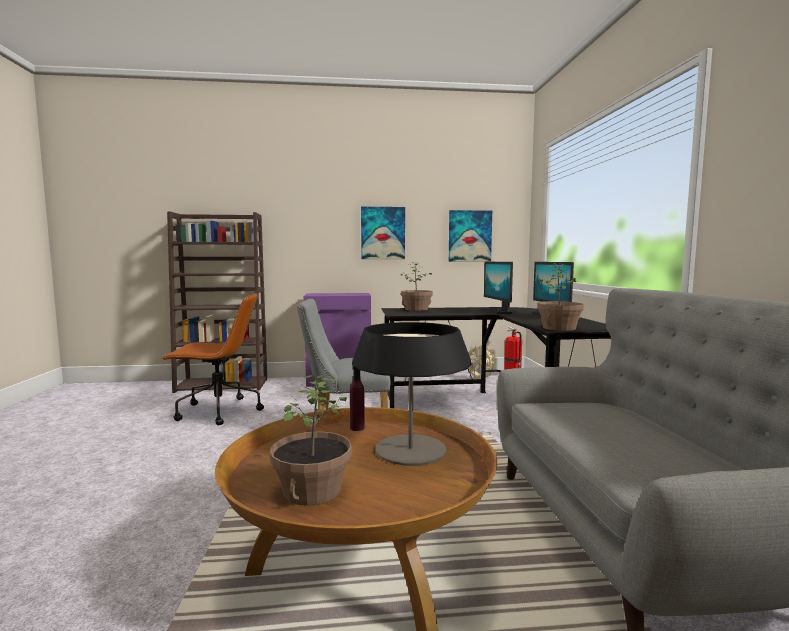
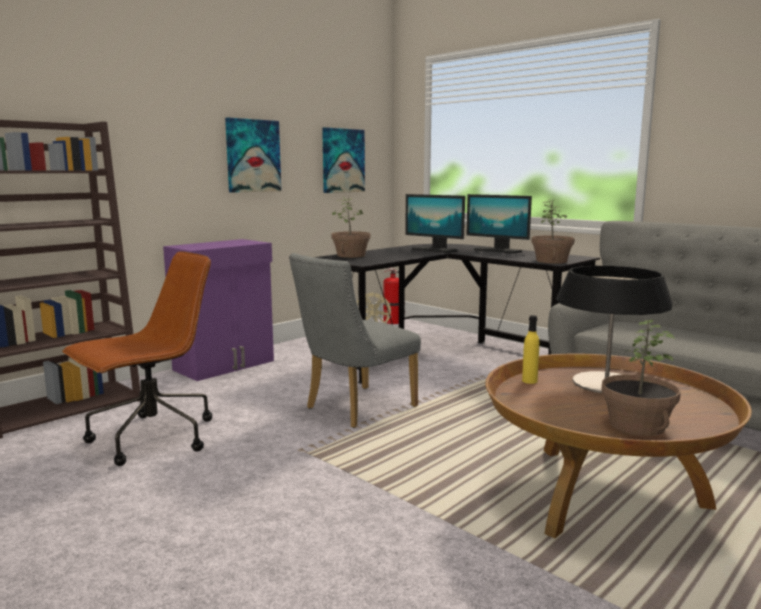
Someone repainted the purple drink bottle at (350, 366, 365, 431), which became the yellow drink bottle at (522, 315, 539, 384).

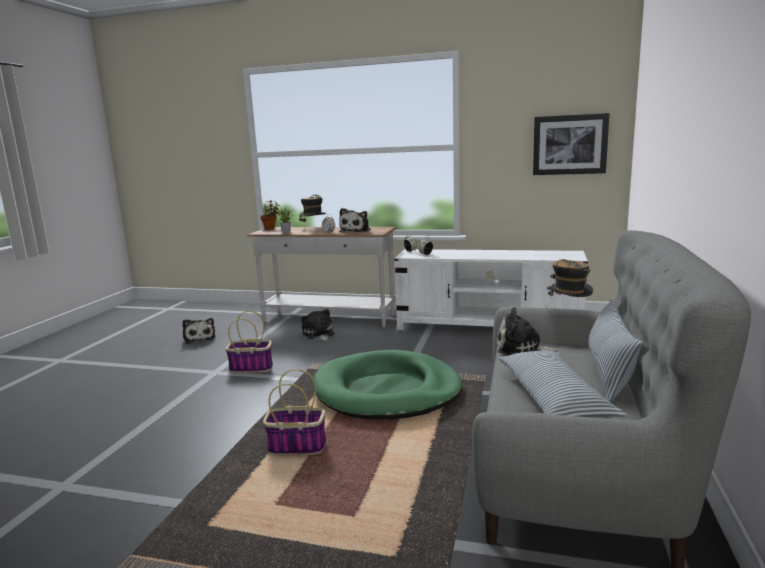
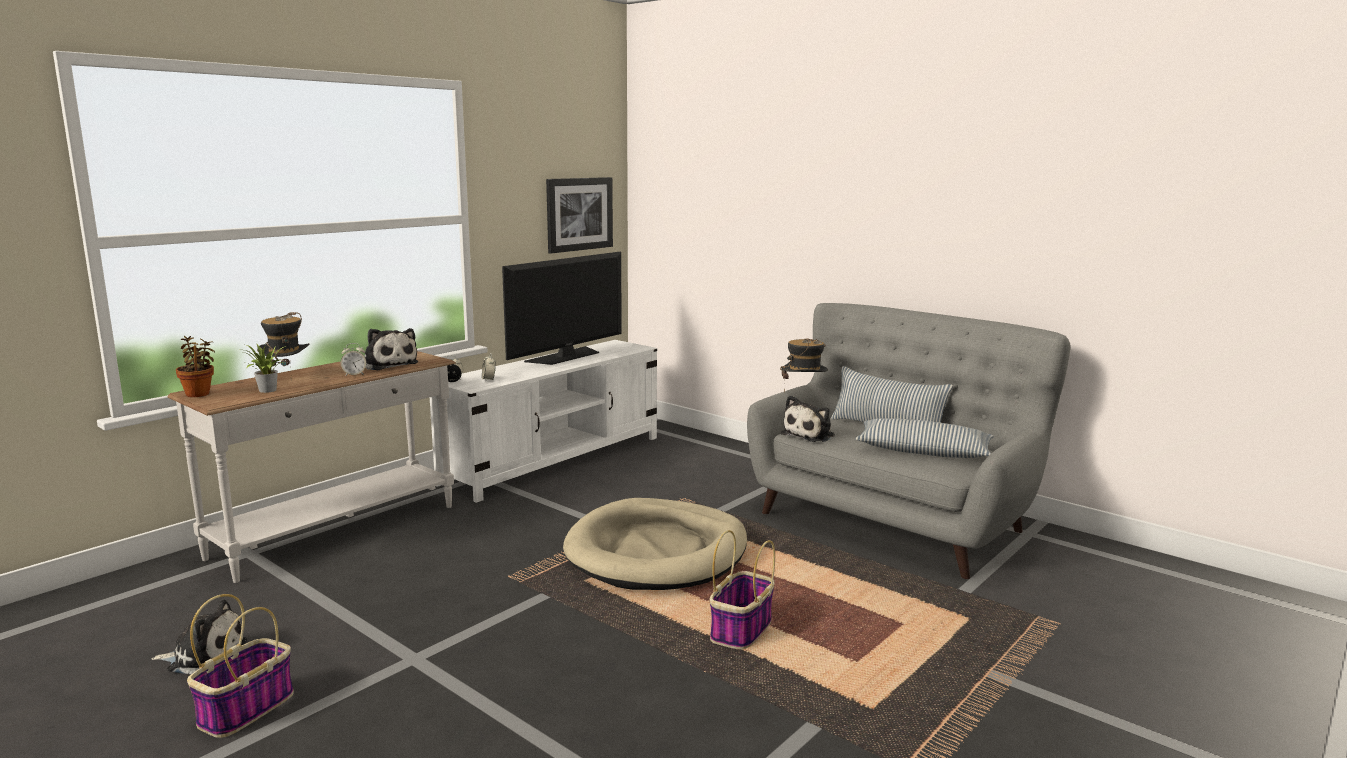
Someone took away the cuddly toy at (301, 309, 334, 342). Someone put down the TV at (502, 252, 622, 365). Someone carried the basket from (225, 311, 273, 373) to (187, 594, 294, 738). Someone repainted the green dog bed at (313, 350, 462, 419), which became the beige dog bed at (563, 498, 747, 590).

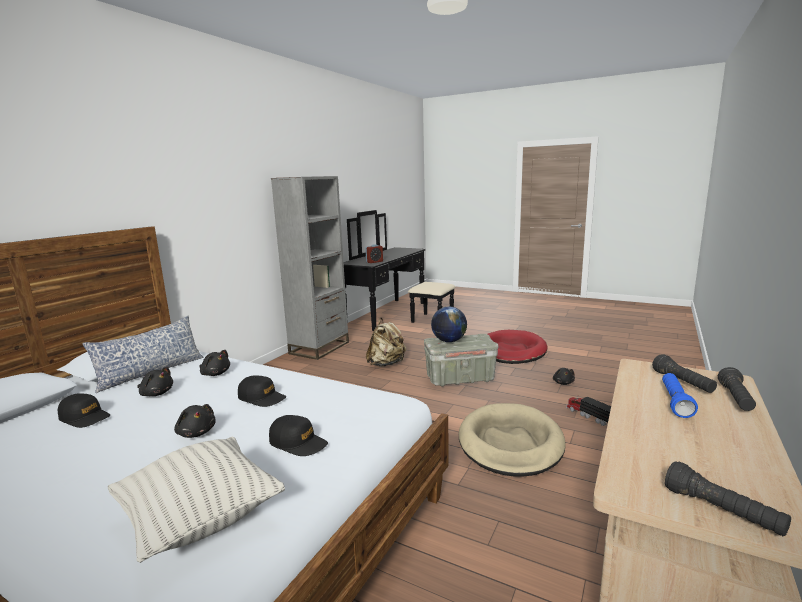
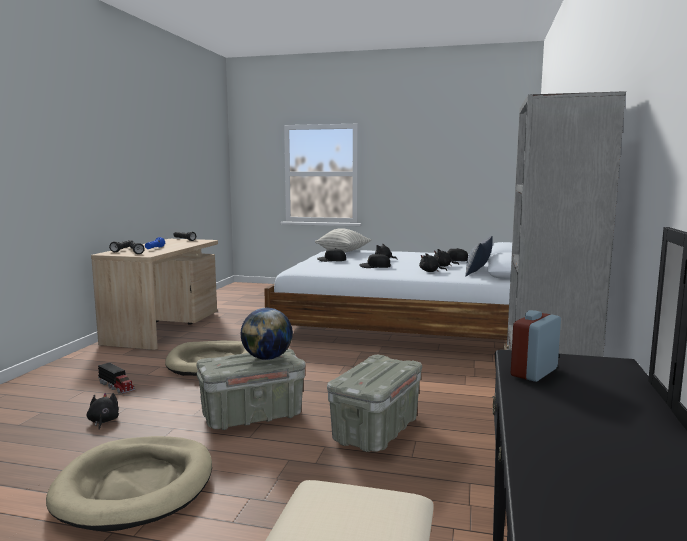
Someone swapped the beige rucksack at (366, 318, 406, 367) for the greyish storage bin at (327, 355, 422, 452). Someone repainted the red dog bed at (488, 330, 548, 364), which became the beige dog bed at (46, 436, 212, 532).

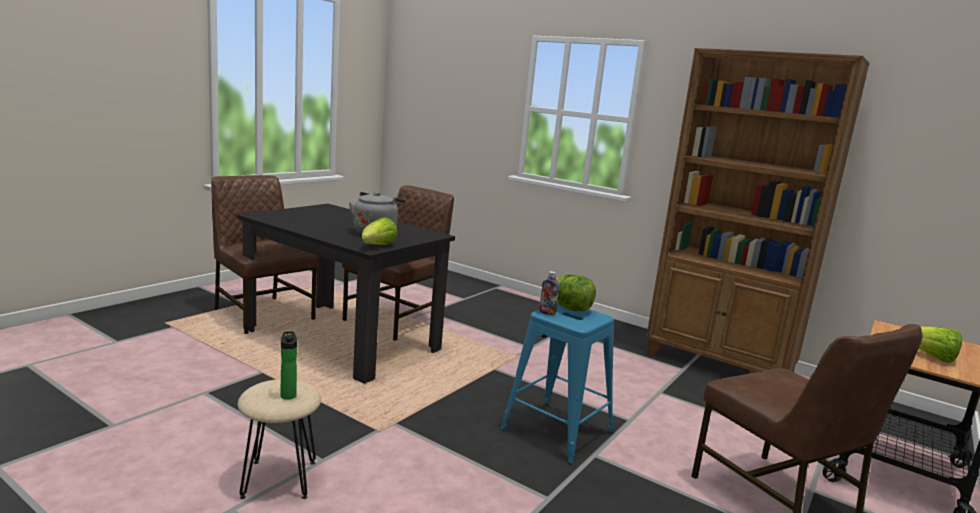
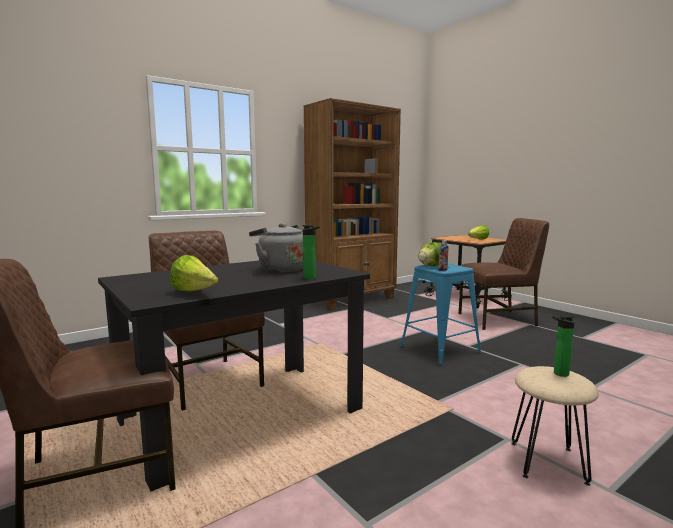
Someone put down the drink bottle at (302, 225, 320, 280). Someone carried the lettuce head from (362, 217, 397, 245) to (170, 255, 218, 292).

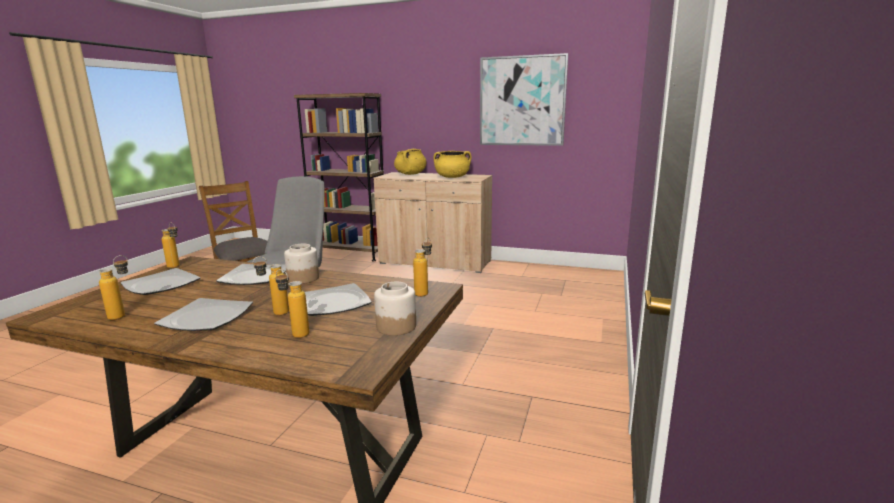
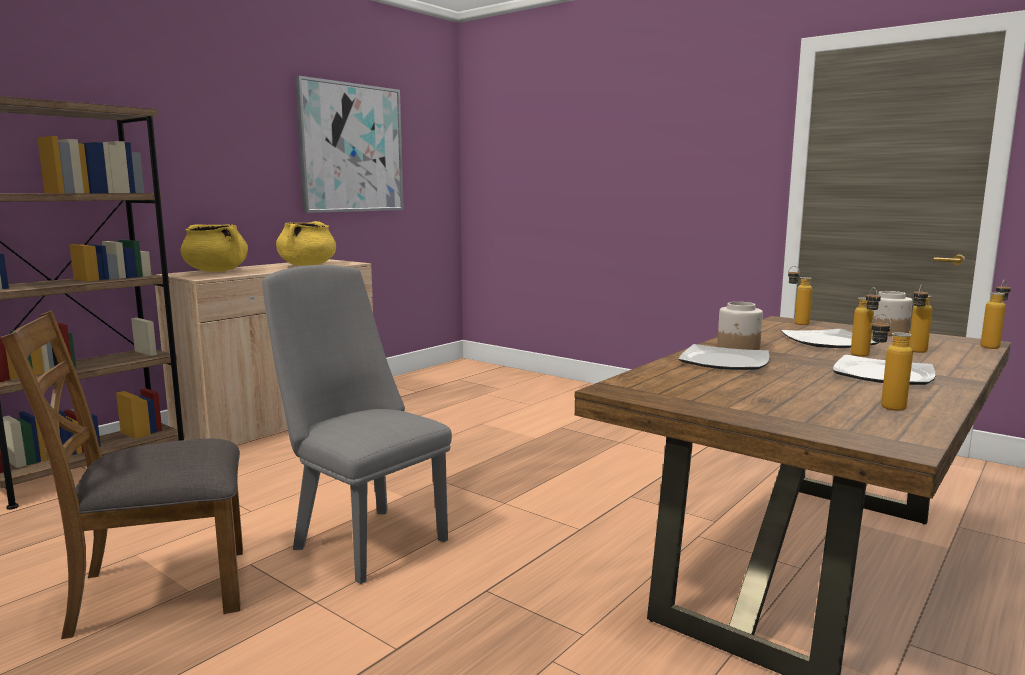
Someone took away the flat dish at (120, 268, 201, 295). Someone carried the drink bottle from (162, 223, 180, 268) to (981, 280, 1011, 349).

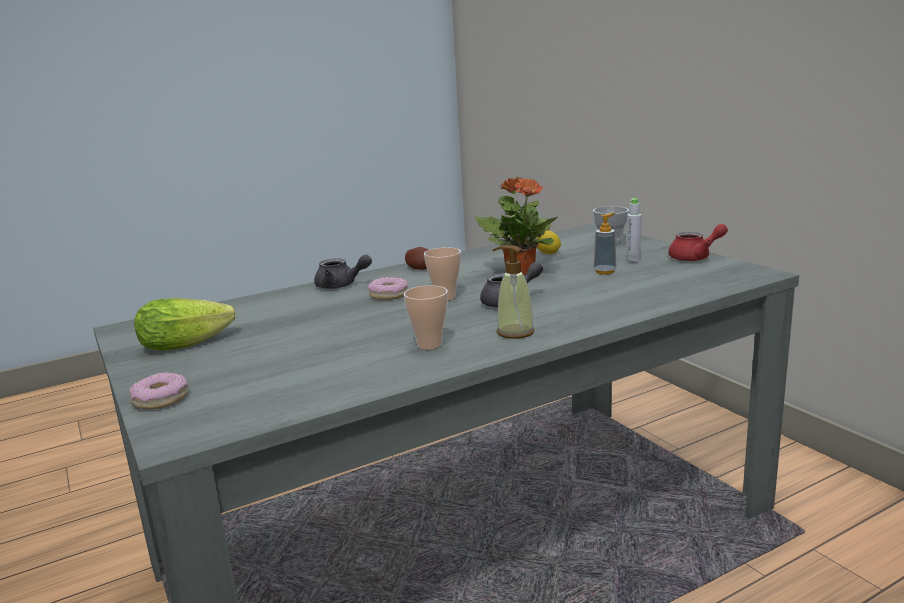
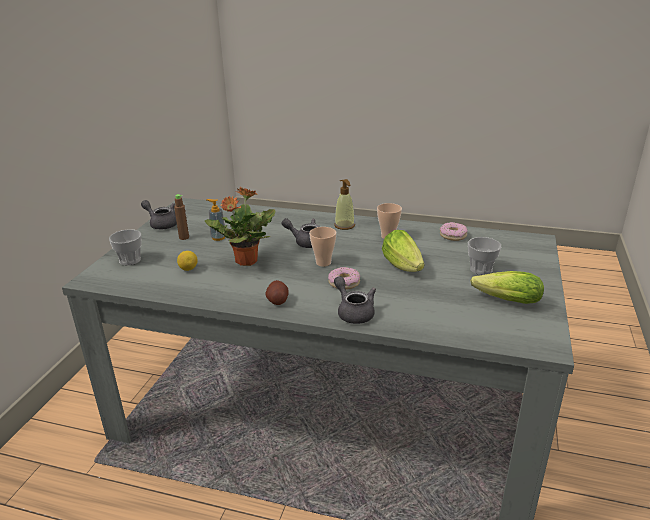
Someone put down the lettuce head at (382, 230, 425, 272). Someone put down the cup at (468, 237, 501, 275). Someone carried the doughnut from (129, 372, 188, 409) to (440, 222, 468, 241). Someone repainted the greyish drink bottle at (626, 198, 641, 263), which became the brownish drink bottle at (174, 194, 189, 240). Someone repainted the red teapot at (668, 224, 728, 261), which became the greyish teapot at (141, 200, 177, 229).

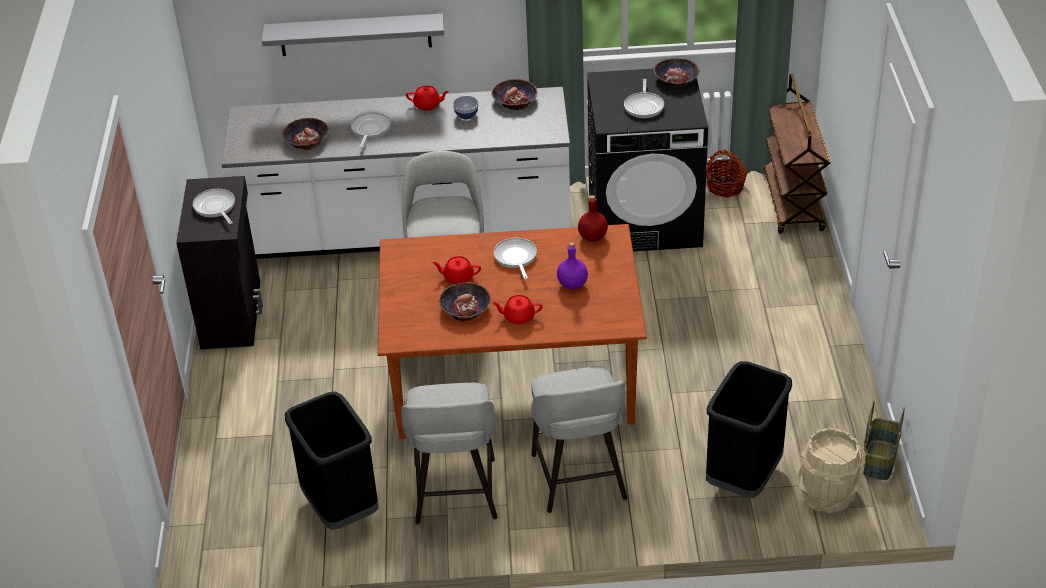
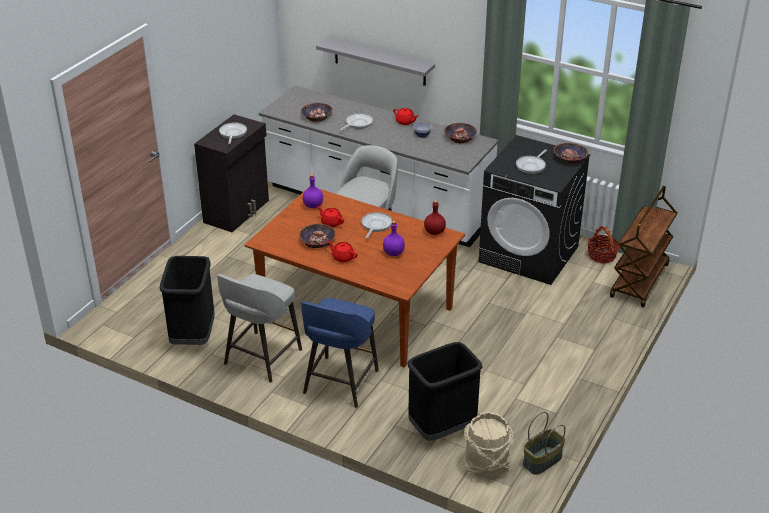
Someone put down the purple drink bottle at (303, 174, 323, 208). Someone repainted the greyish stool seat at (531, 366, 627, 513), which became the blue-coloured stool seat at (301, 298, 379, 408).

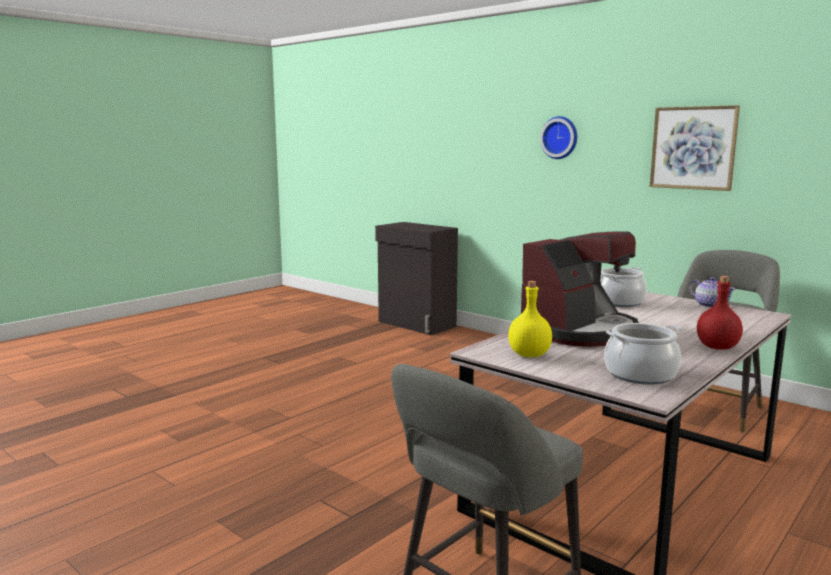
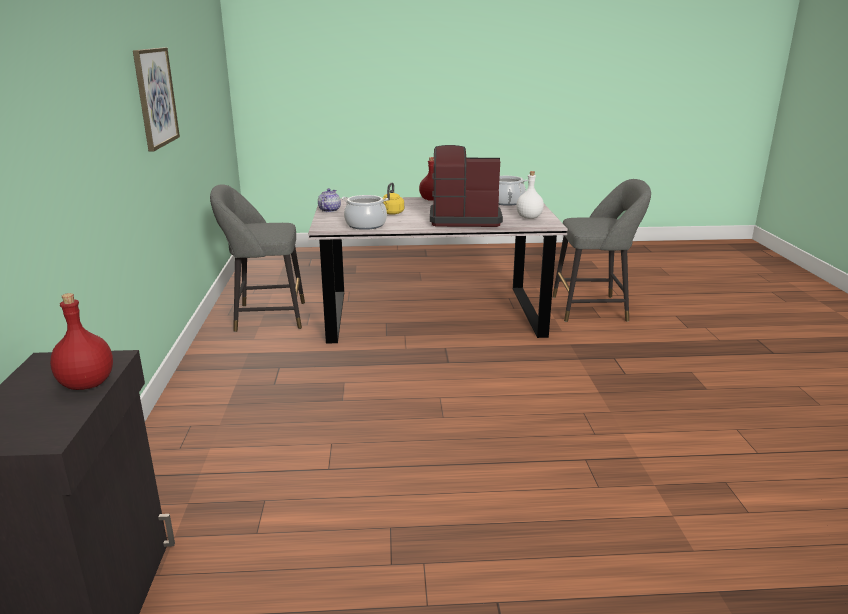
Someone took away the hanging clock at (540, 116, 577, 159). Someone put down the red drink bottle at (50, 293, 113, 390). Someone put down the yellow tea kettle at (383, 183, 404, 215). Someone repainted the yellow drink bottle at (508, 281, 552, 357), which became the white drink bottle at (516, 171, 544, 219).

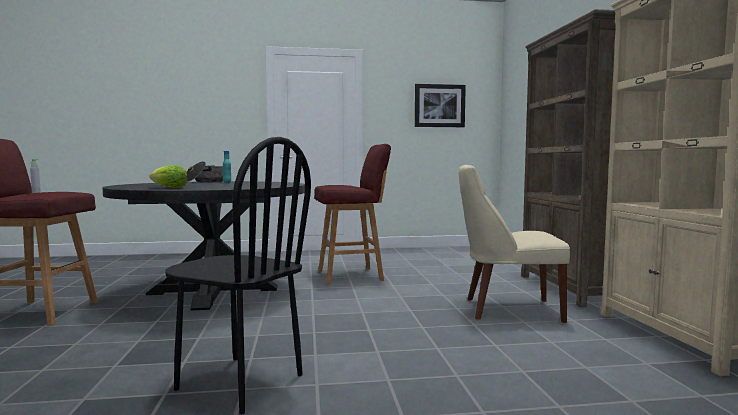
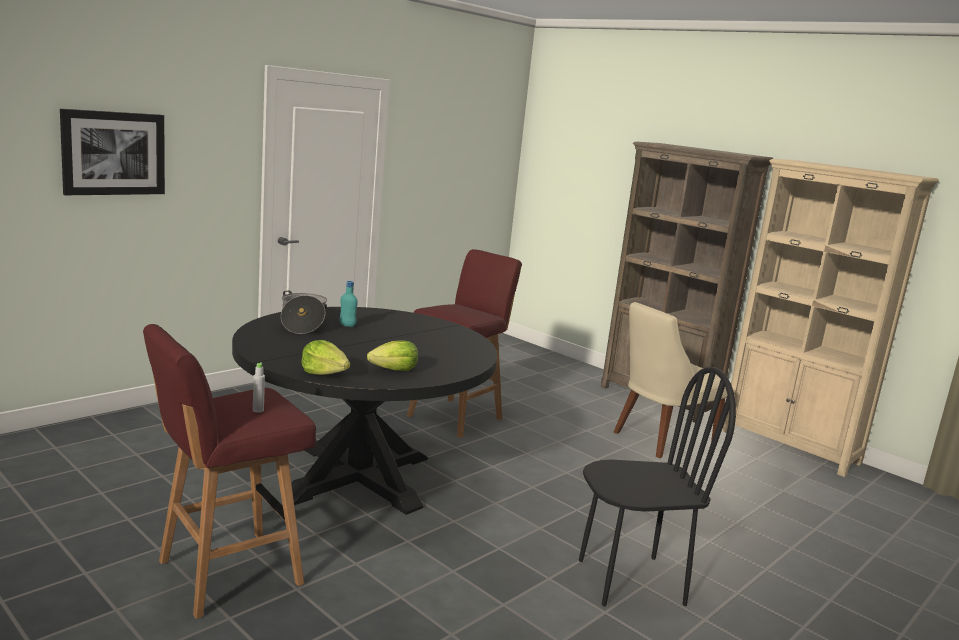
Someone put down the lettuce head at (301, 340, 350, 375). Someone carried the wall art from (415, 84, 466, 127) to (60, 109, 165, 195).

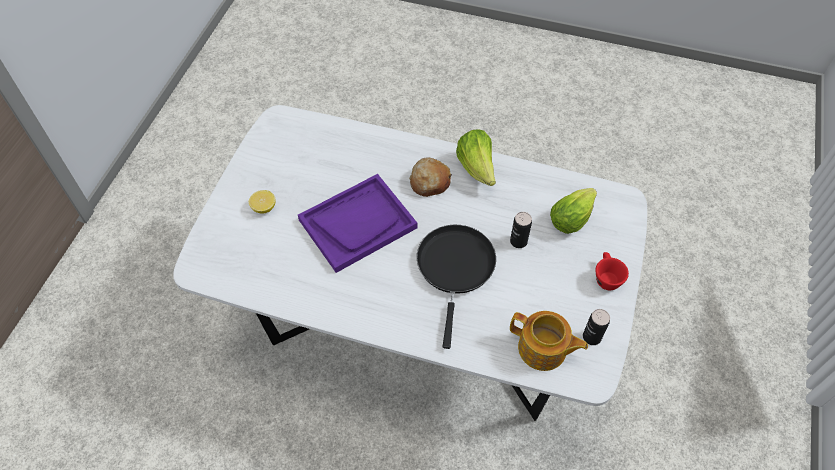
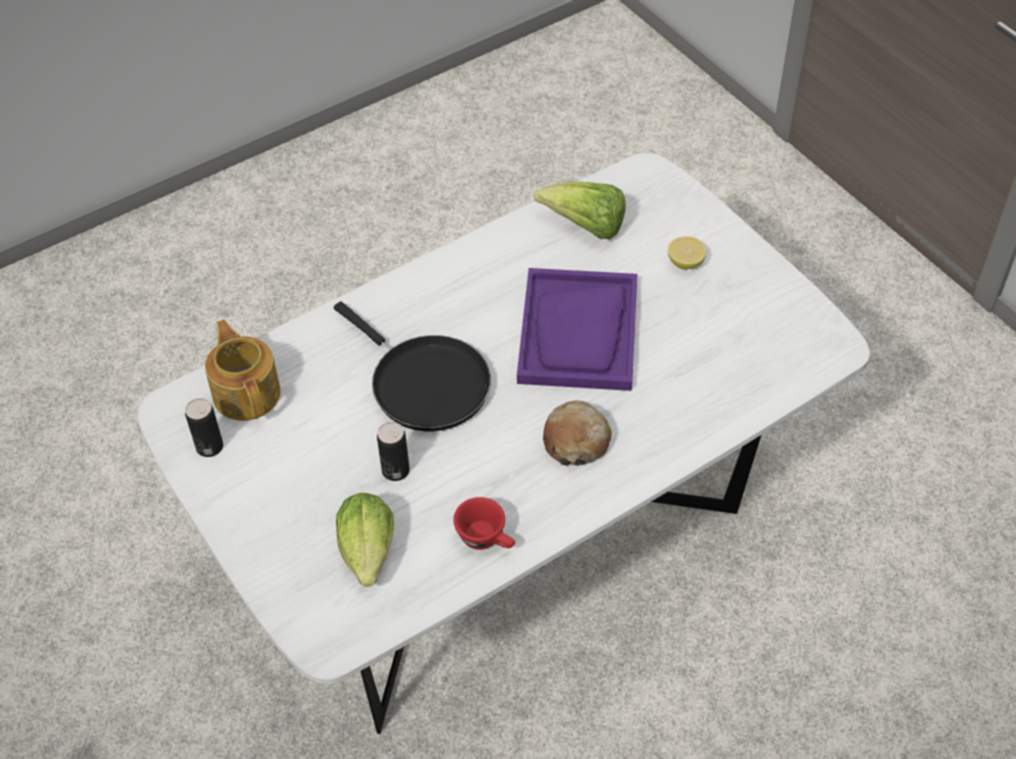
Someone carried the lettuce head from (456, 129, 496, 186) to (534, 182, 626, 239). Someone carried the red cup from (595, 252, 629, 290) to (453, 497, 515, 550). Someone rotated the teapot at (510, 311, 588, 371) by 90 degrees clockwise.

